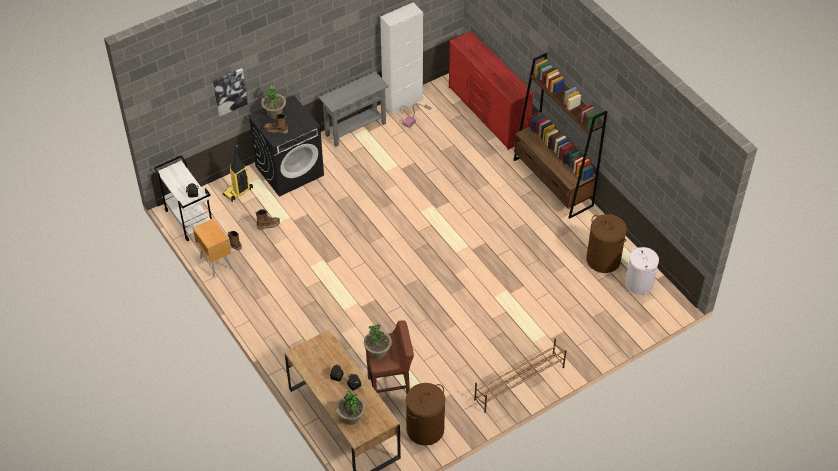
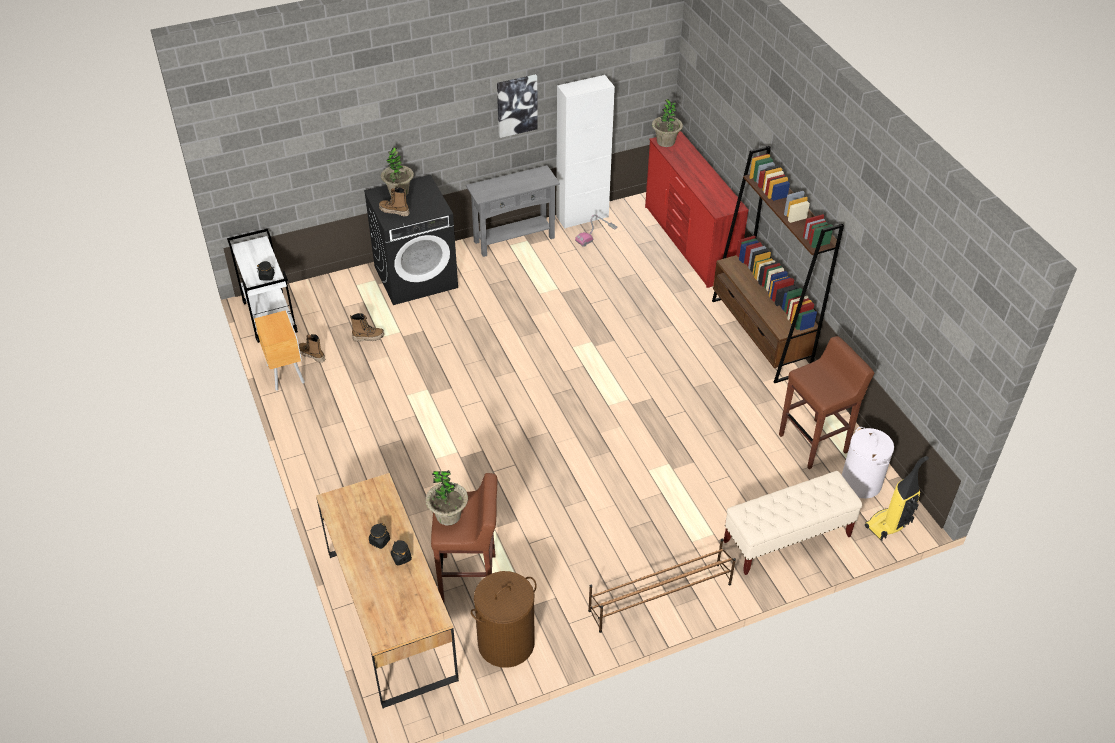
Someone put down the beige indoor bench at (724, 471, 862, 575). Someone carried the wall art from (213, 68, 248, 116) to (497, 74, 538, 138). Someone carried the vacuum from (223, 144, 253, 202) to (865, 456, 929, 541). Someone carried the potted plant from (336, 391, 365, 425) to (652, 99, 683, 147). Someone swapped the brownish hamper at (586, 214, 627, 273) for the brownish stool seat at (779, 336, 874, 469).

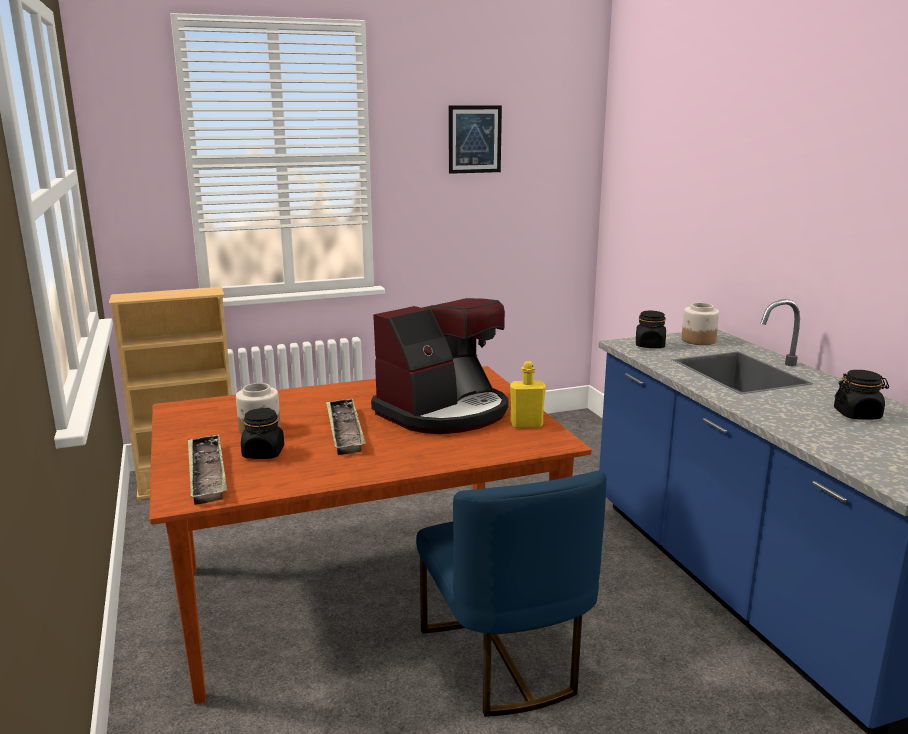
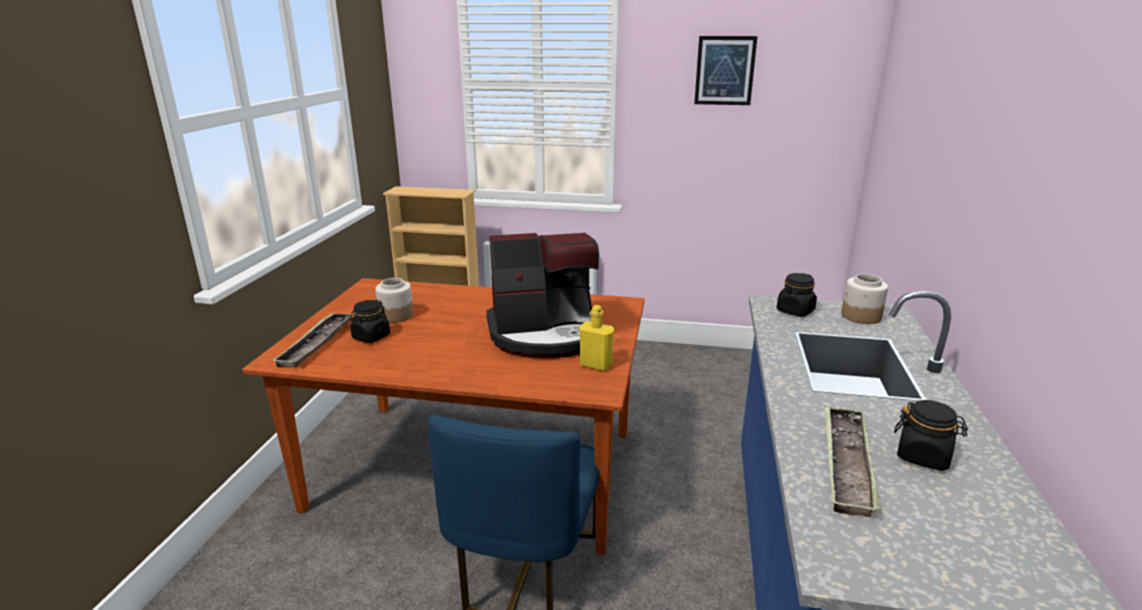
Someone carried the carrying tray from (326, 398, 366, 455) to (824, 407, 881, 517).

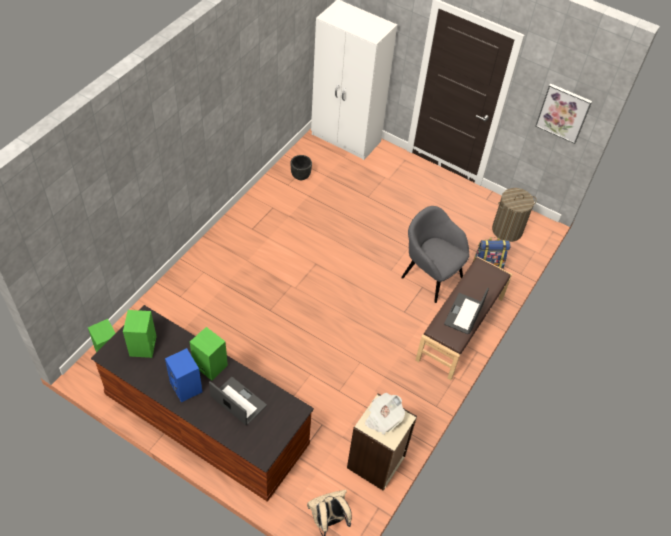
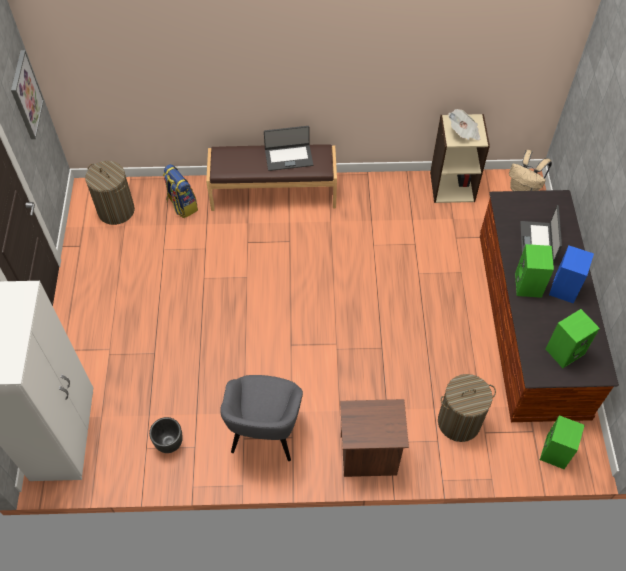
Someone put down the brownish nightstand at (340, 399, 409, 477). Someone put down the hamper at (438, 374, 496, 442). Someone carried the greyish lounge chair from (401, 206, 469, 303) to (221, 375, 303, 461).

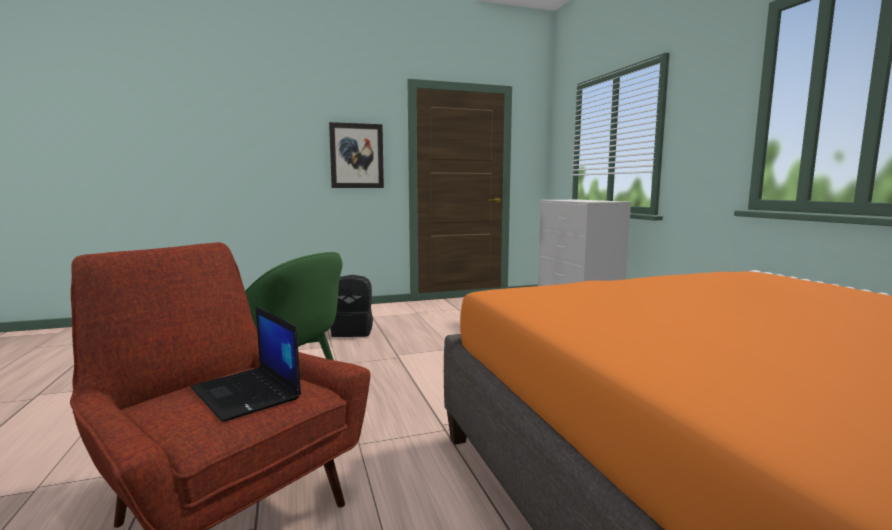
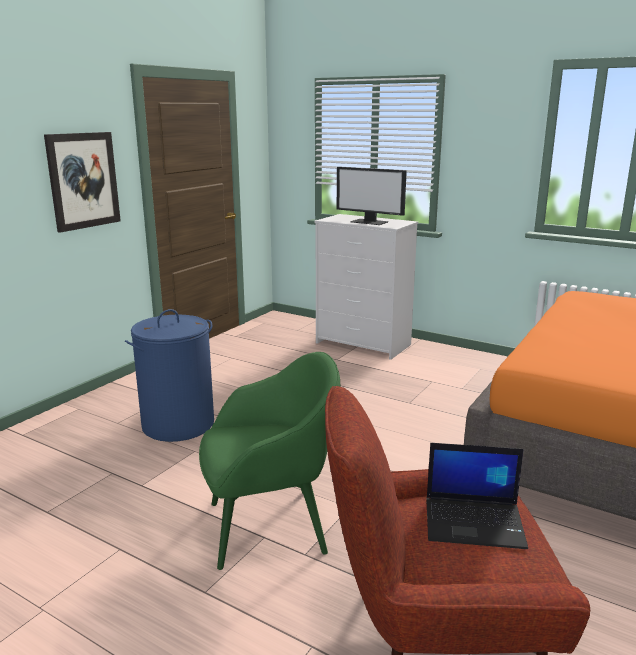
Someone put down the computer screen at (337, 167, 407, 225). Someone swapped the black-coloured rucksack at (330, 275, 373, 337) for the blue-coloured hamper at (125, 309, 214, 442).

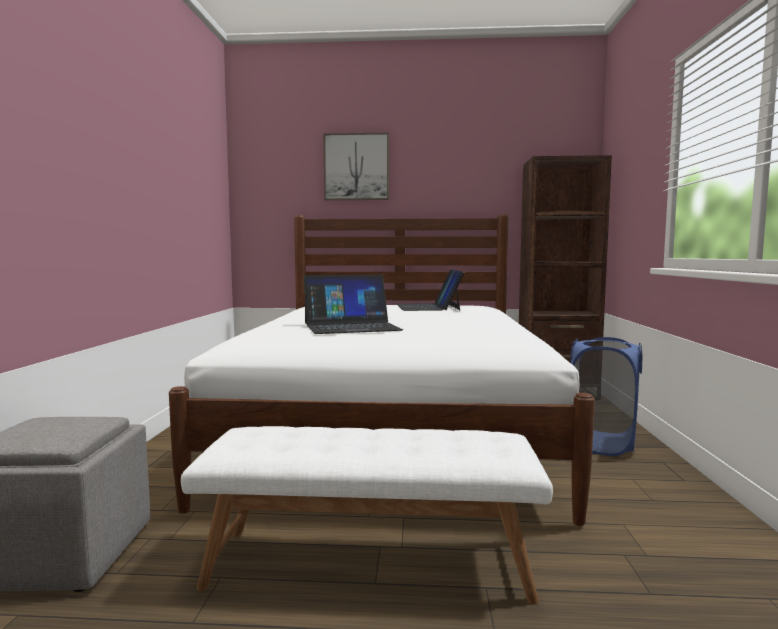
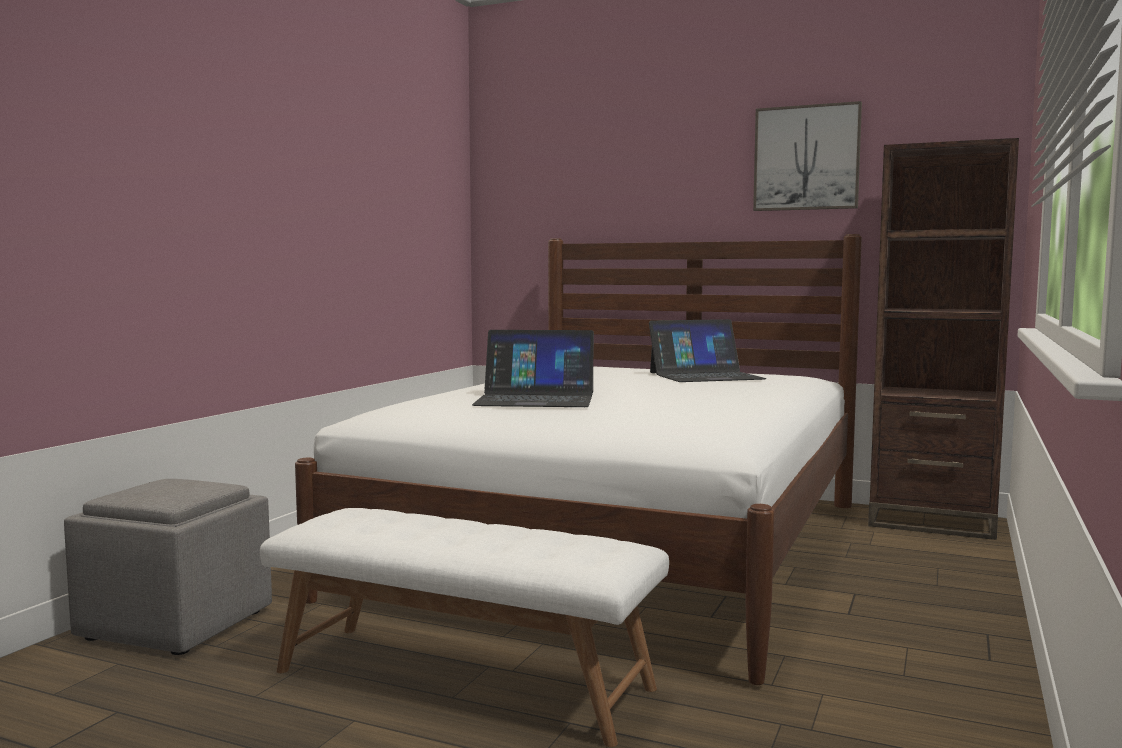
Someone took away the blue-coloured hamper at (570, 337, 643, 456). Someone carried the wall art from (323, 132, 389, 200) to (753, 101, 862, 211). Someone rotated the portable computer at (397, 270, 465, 311) by 120 degrees counterclockwise.

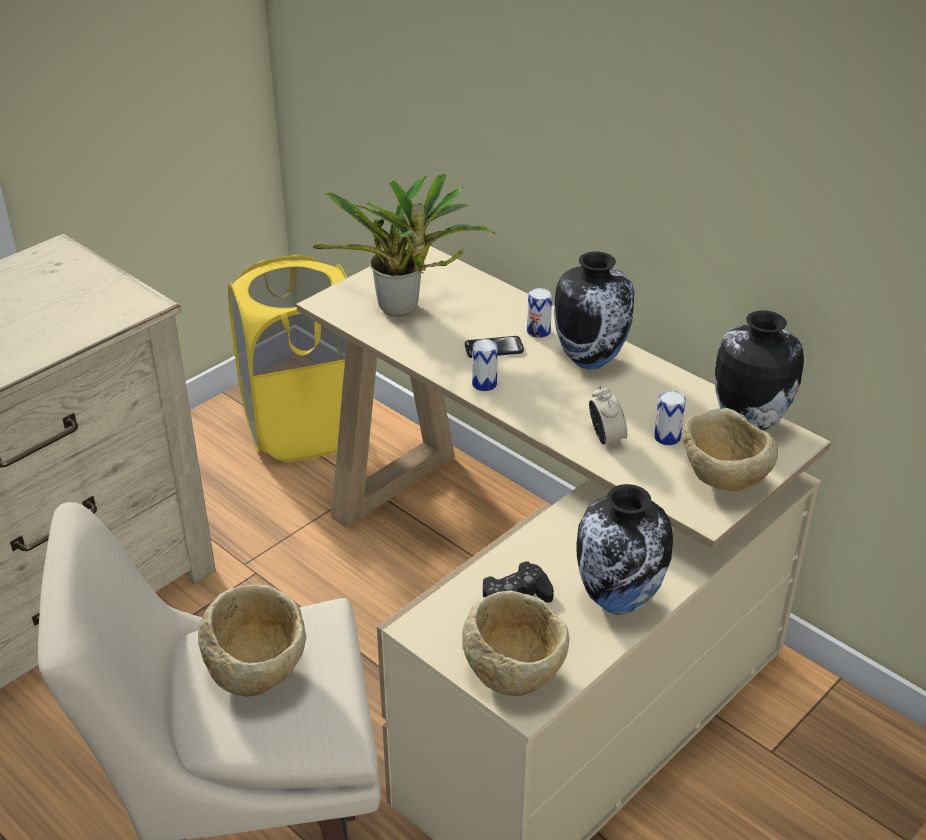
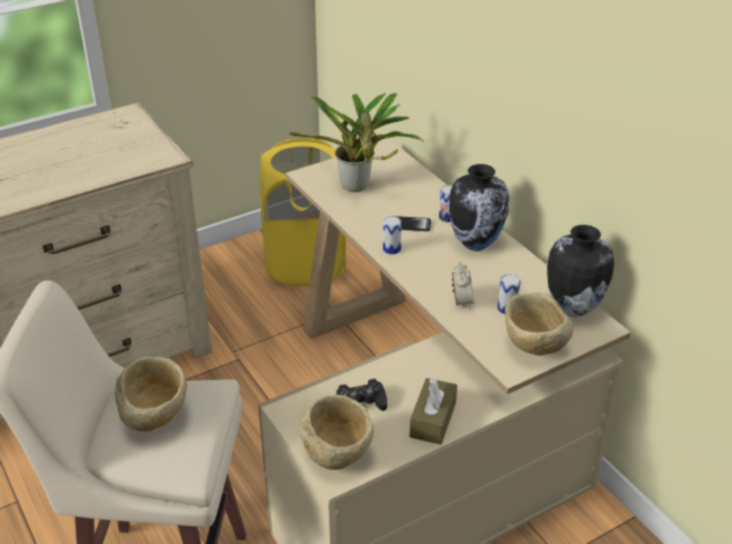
Someone swapped the flower vase at (576, 484, 673, 615) for the brownish box of tissues at (410, 378, 457, 445).

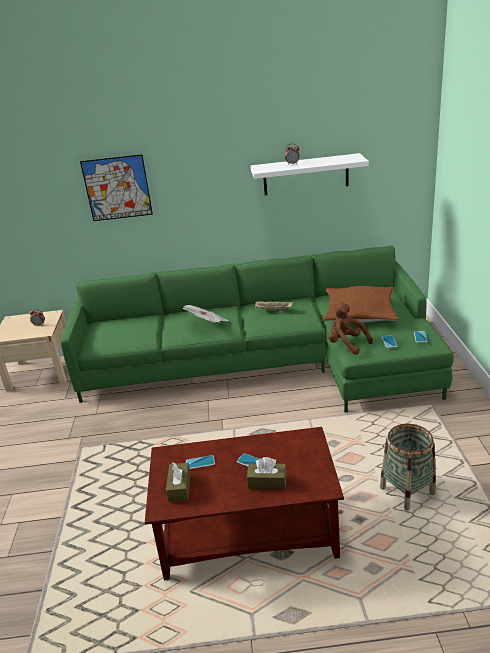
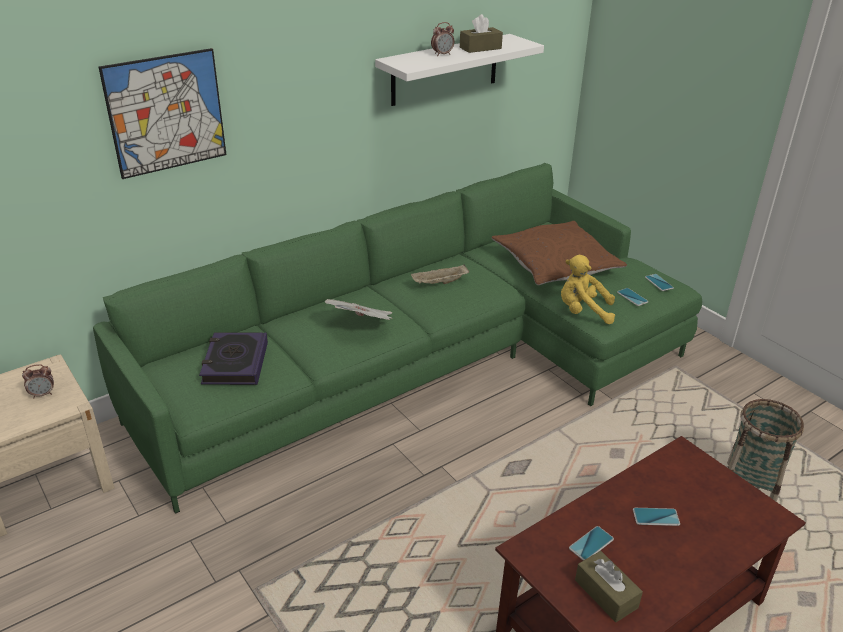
Someone put down the book at (199, 332, 268, 385). Someone carried the brownish box of tissues from (247, 457, 287, 490) to (460, 14, 503, 53). Someone repainted the brownish cuddly toy at (329, 303, 373, 355), which became the yellow cuddly toy at (561, 255, 615, 324).

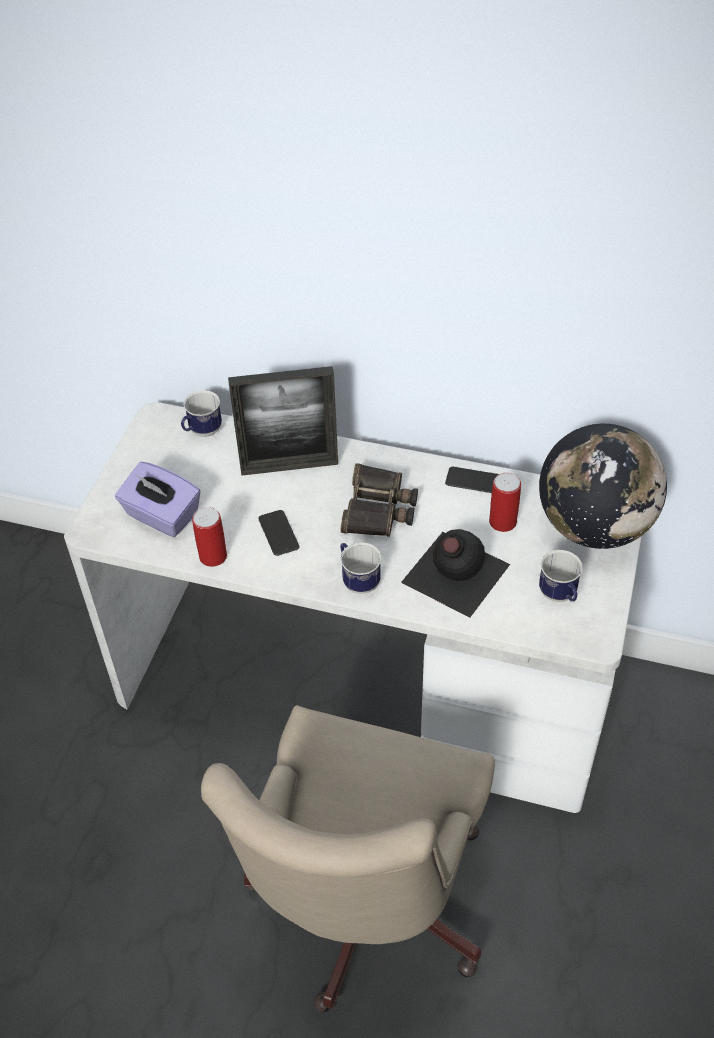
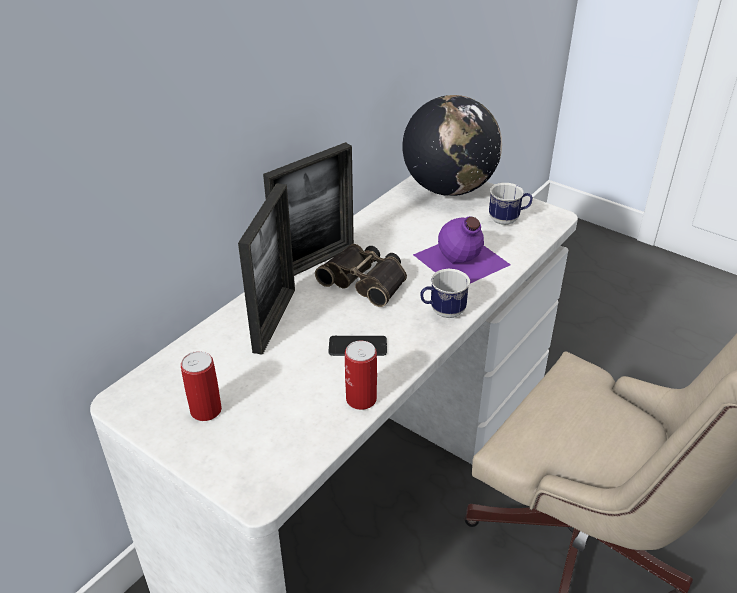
Someone took away the purple box of tissues at (115, 462, 200, 537). Someone took away the mug at (181, 390, 222, 437). Someone took away the handset at (445, 467, 499, 493). Someone put down the photo frame at (263, 142, 354, 276). Someone carried the sealed can from (489, 472, 521, 532) to (181, 351, 222, 421). Someone repainted the black-coloured drink bottle at (401, 529, 510, 618), which became the purple drink bottle at (413, 216, 511, 283).

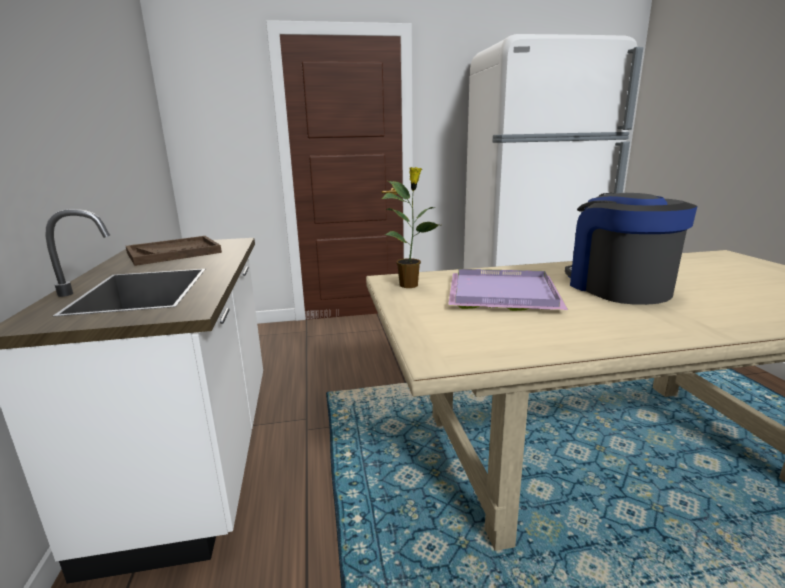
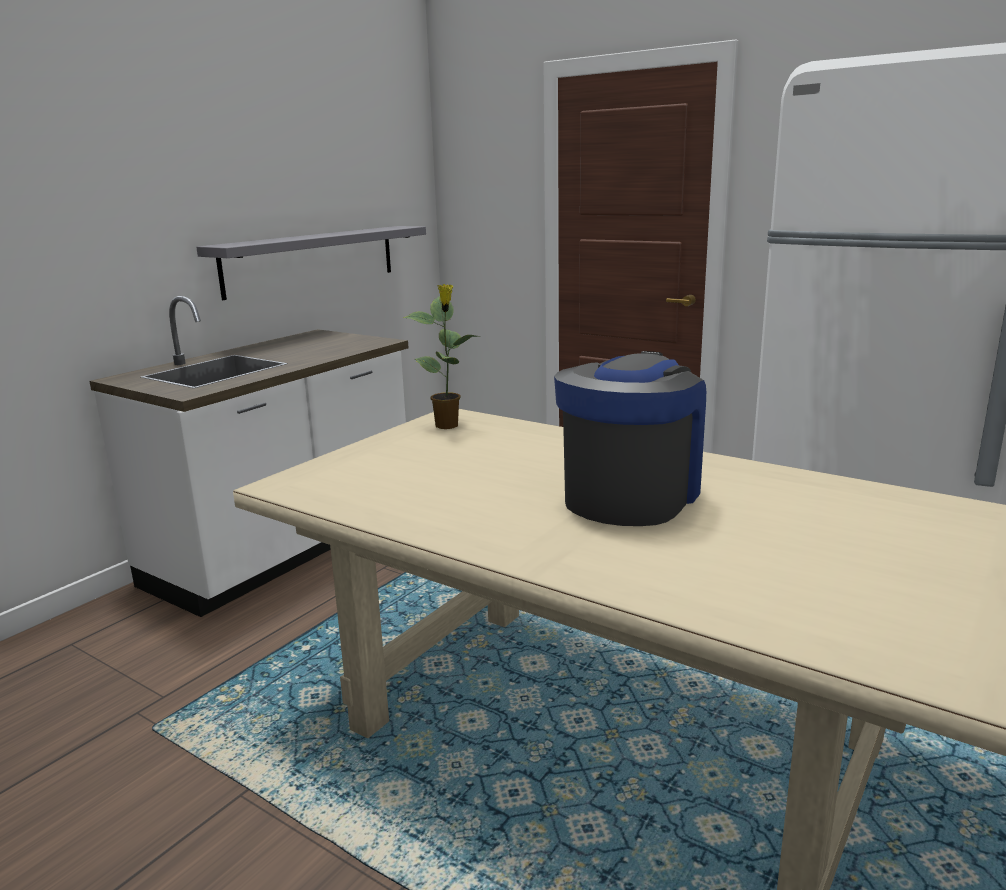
Someone took away the brownish carrying tray at (126, 236, 222, 266). Someone took away the purple carrying tray at (448, 269, 568, 311). Someone put up the greyish shelf at (196, 226, 426, 300).

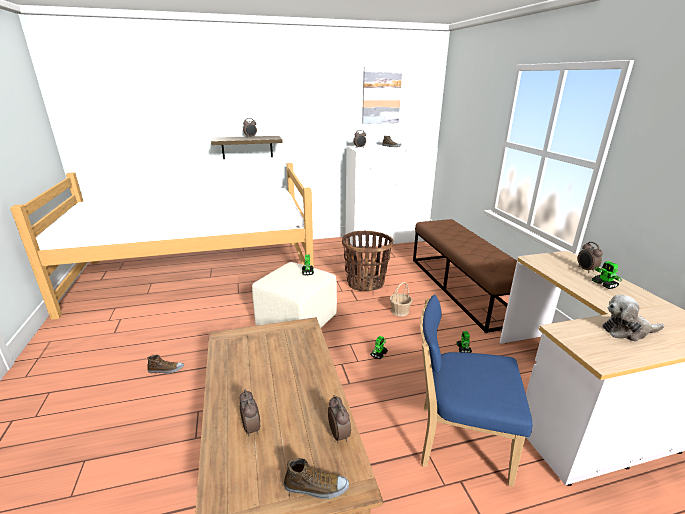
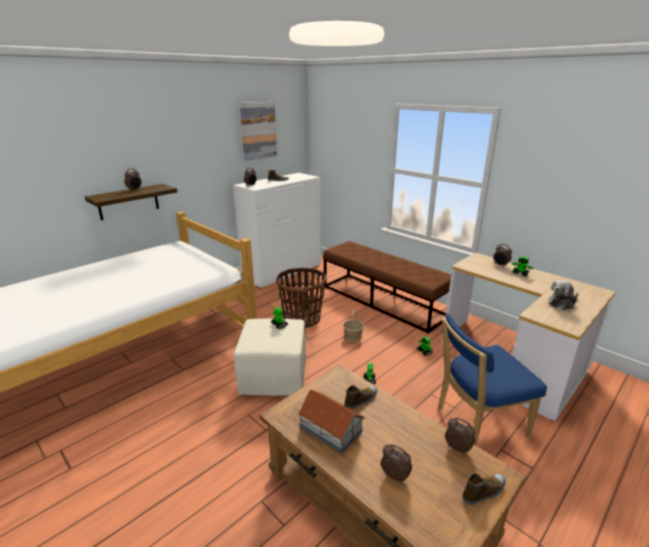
Someone put down the miniature house at (298, 390, 365, 453). Someone carried the shoe from (147, 355, 184, 374) to (344, 385, 377, 409).

